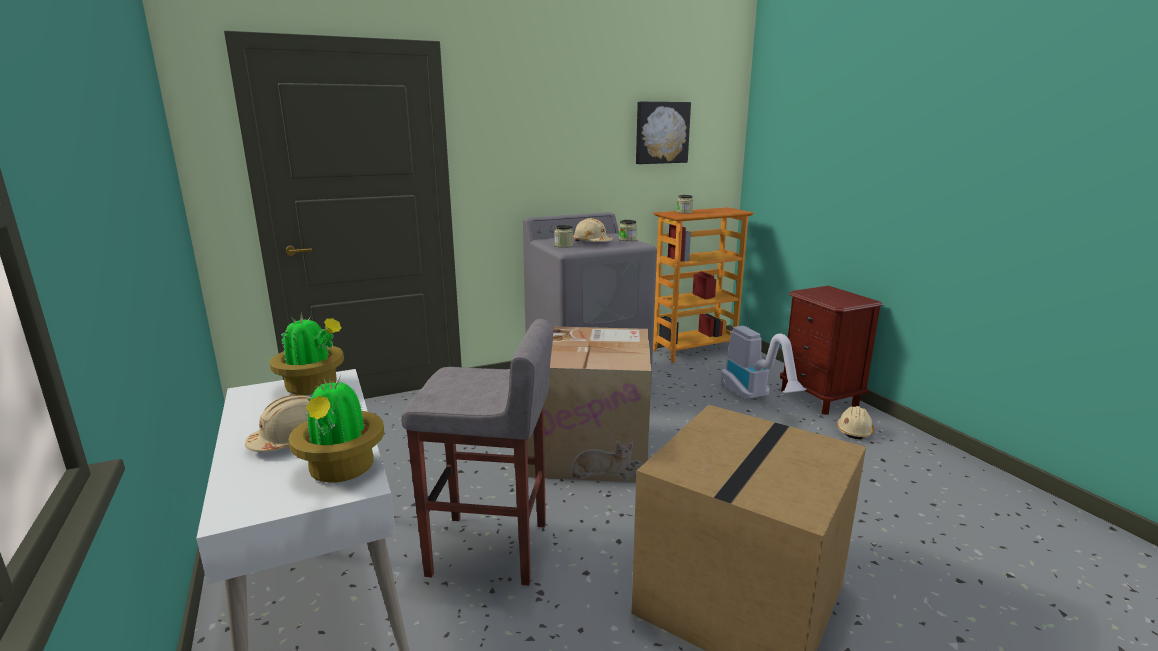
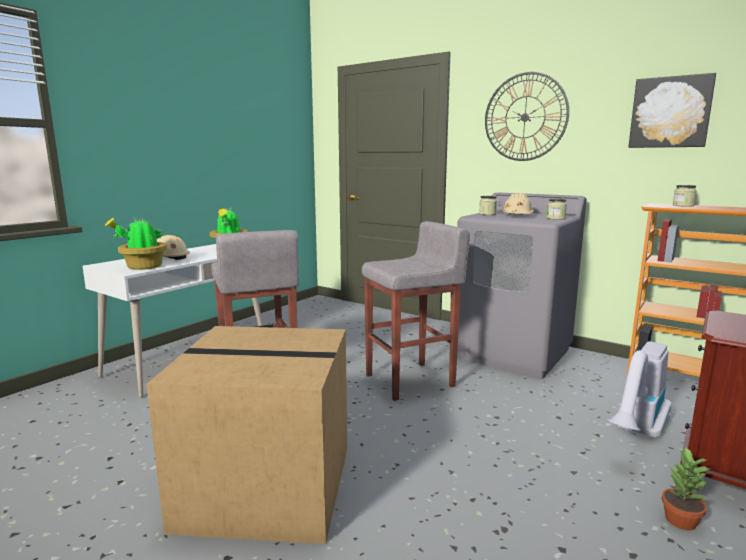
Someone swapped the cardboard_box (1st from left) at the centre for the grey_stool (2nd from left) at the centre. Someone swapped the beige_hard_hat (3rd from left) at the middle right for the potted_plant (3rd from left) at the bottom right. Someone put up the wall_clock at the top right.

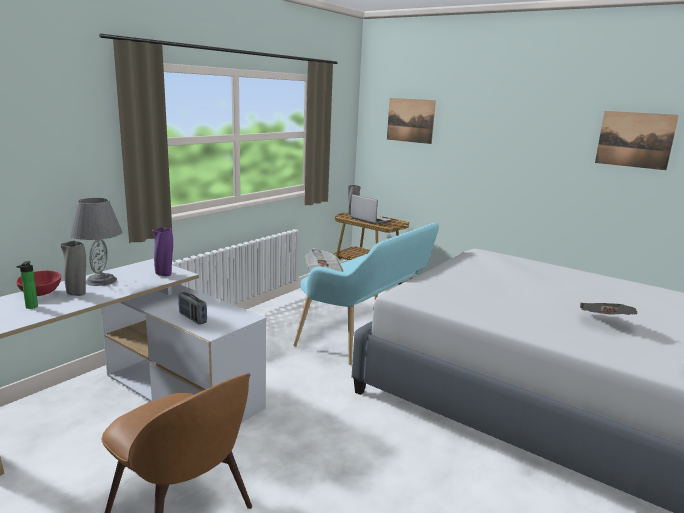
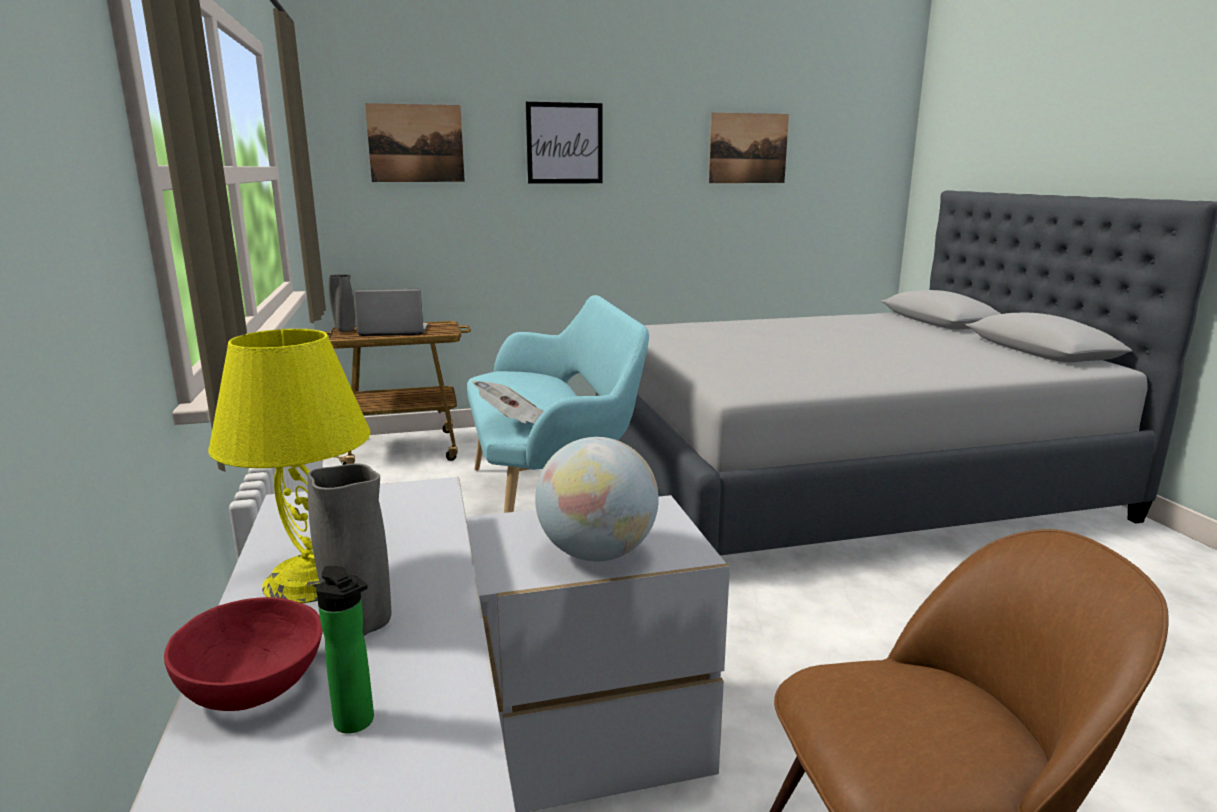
Someone repainted the grey_table_lamp at the middle left, which became the yellow_table_lamp at the middle left. Someone took away the purple_vase at the middle left. Someone swapped the radio at the middle left for the globe at the centre. Someone took away the newspaper (2nd from left) at the middle right. Someone put up the picture (2nd from left) at the top centre.

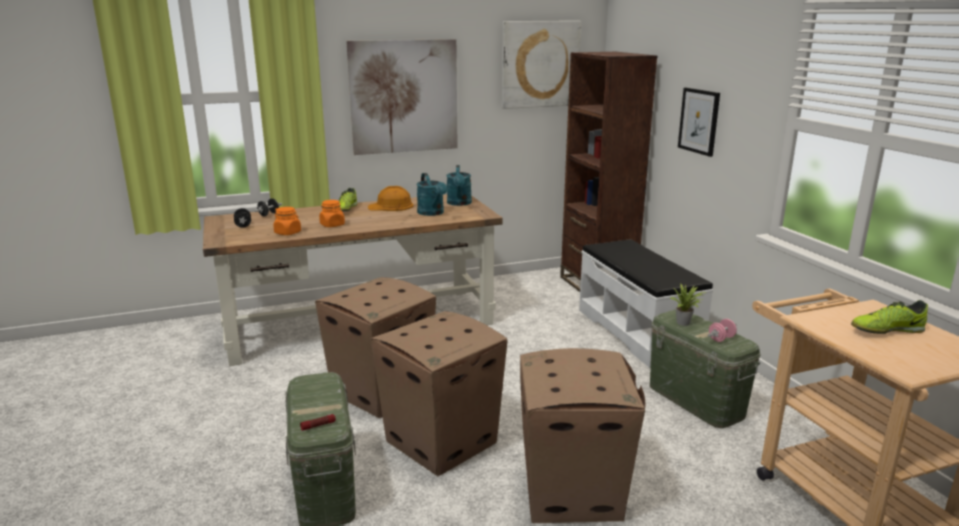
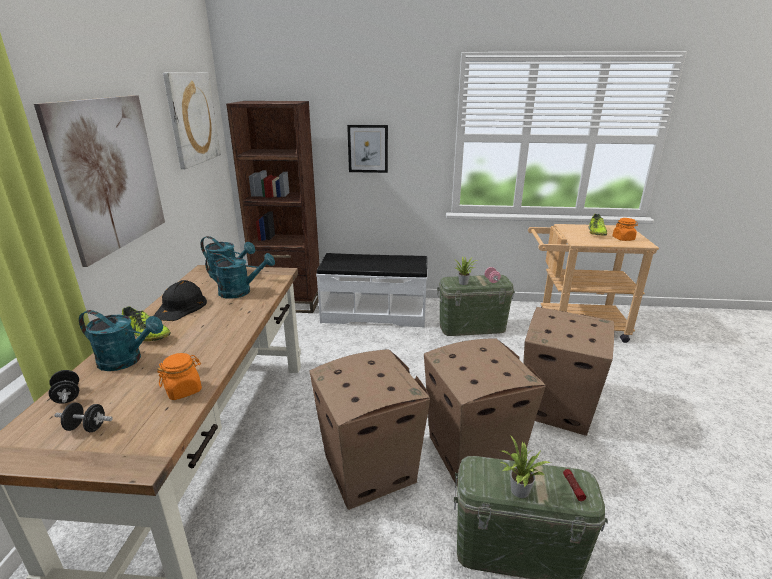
Someone carried the orange_jar (2nd from left) from the centre to the middle right. Someone repainted the orange_hard_hat at the centre, which became the black_hard_hat at the middle left. Someone put down the turquoise_watering_can (1st from left) at the middle left. Someone put down the potted_plant (2nd from left) at the bottom right.

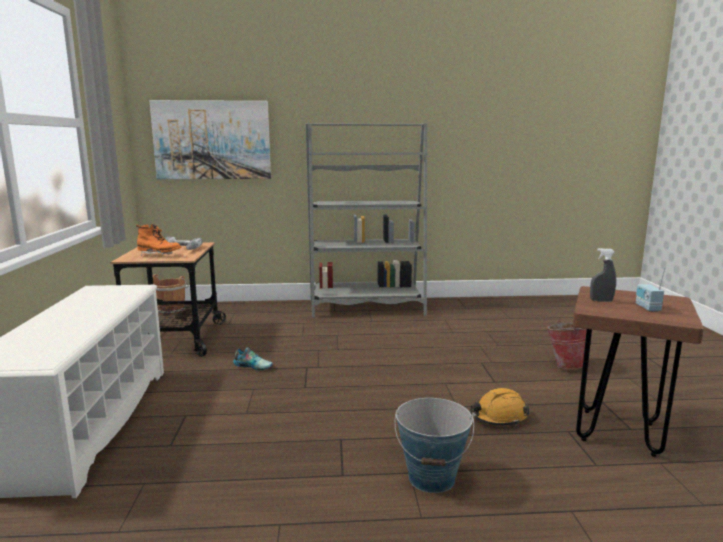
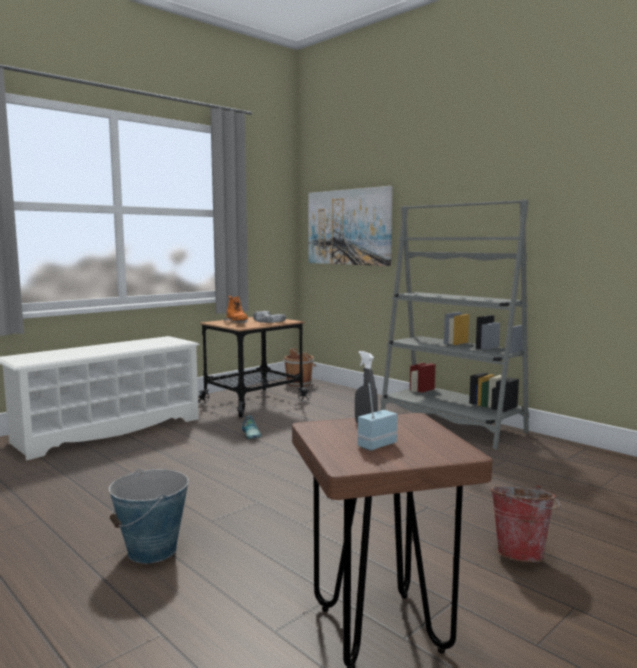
Someone took away the orange_hard_hat at the bottom right.

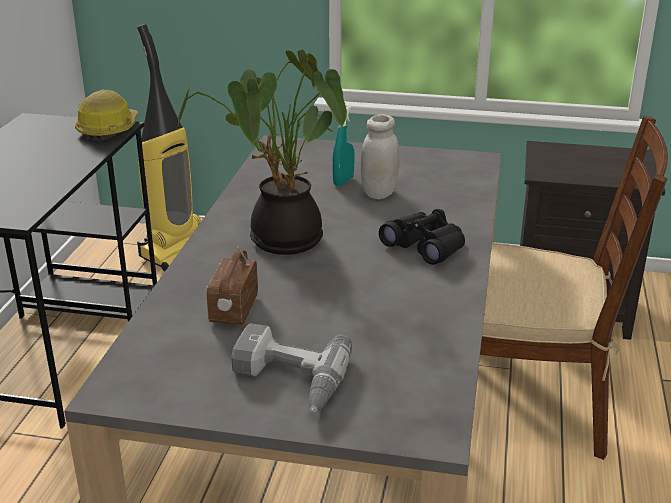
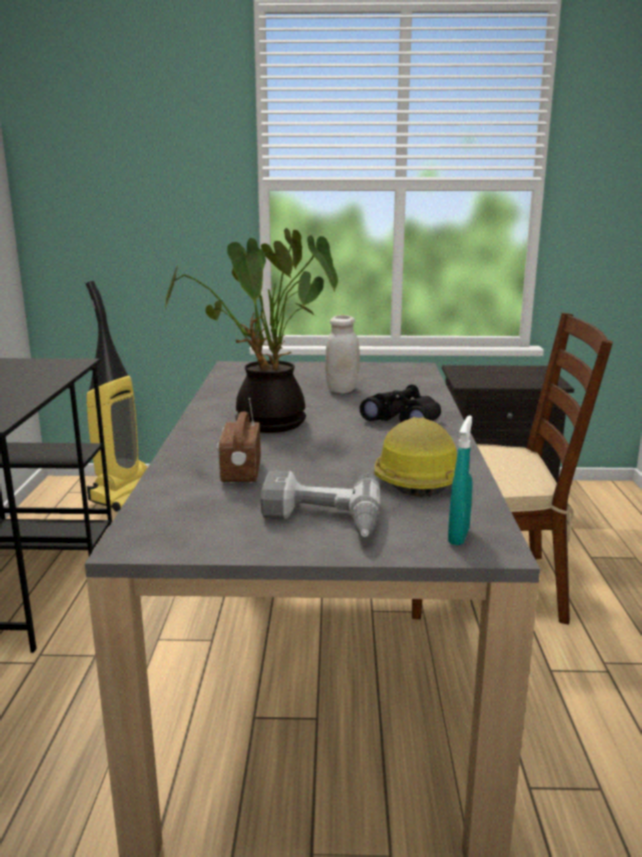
Someone carried the hard_hat from the top left to the centre. Someone carried the turquoise_spray_bottle from the top centre to the middle right.

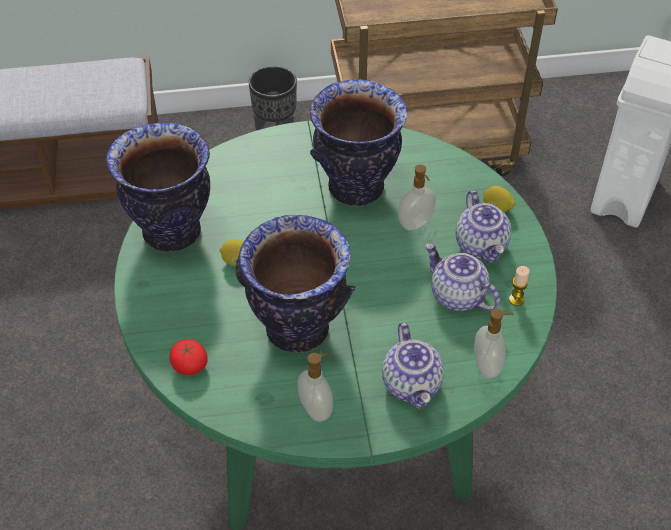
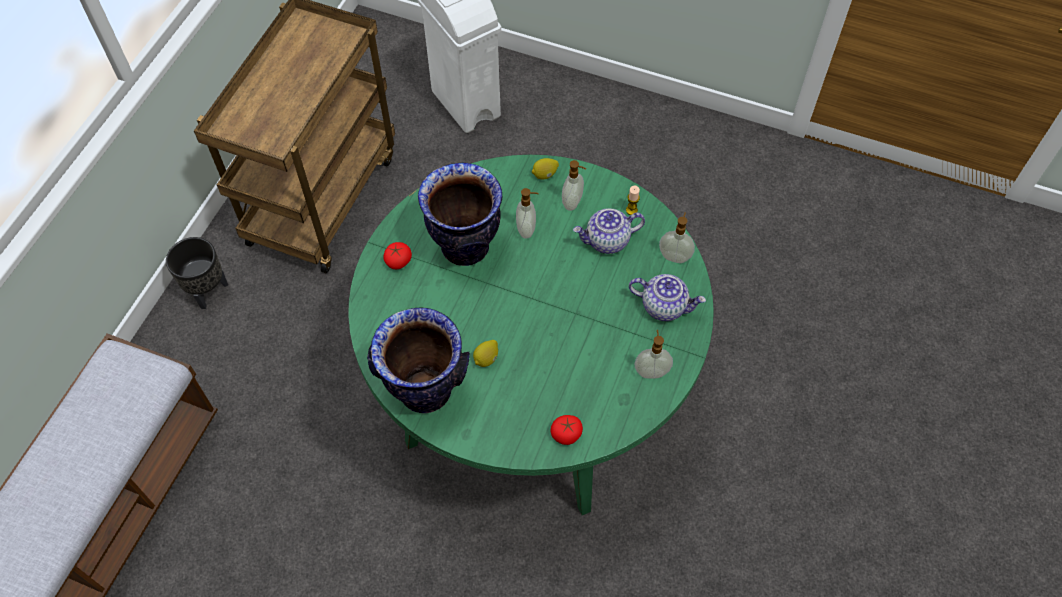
Someone took away the vase (2nd from left) at the centre. Someone swapped the teapot (3rd from left) at the middle right for the soap_dispenser (2nd from left) at the top centre. Someone put down the tomato (1st from left) at the centre.

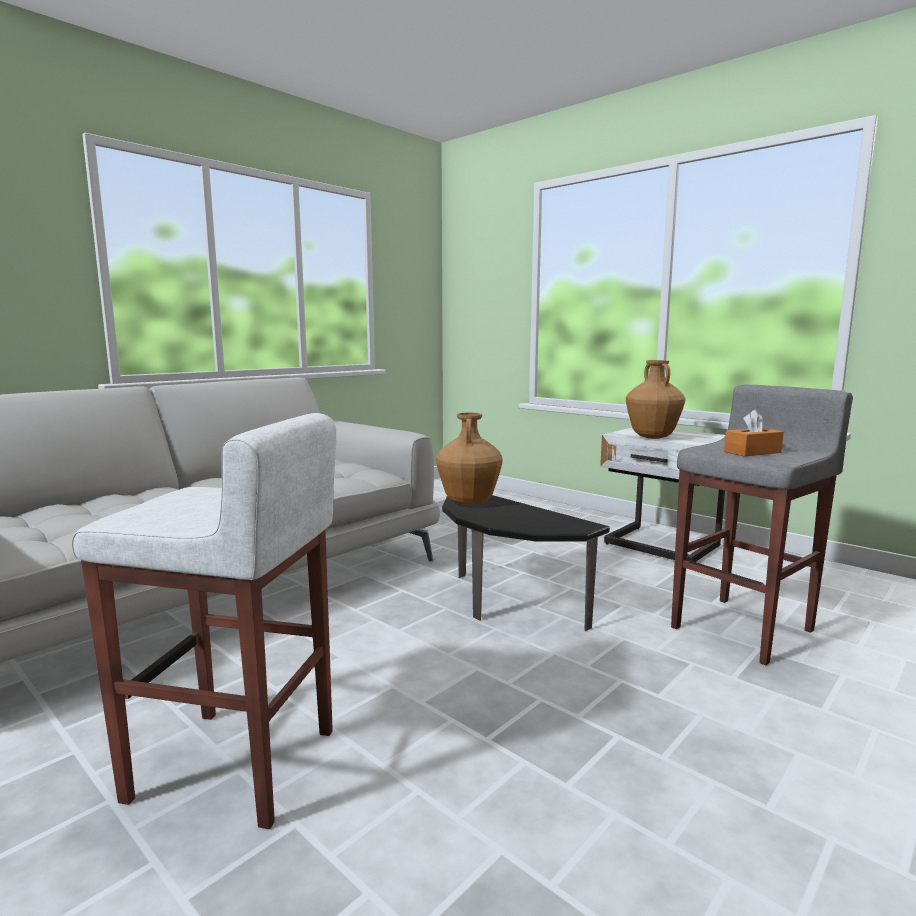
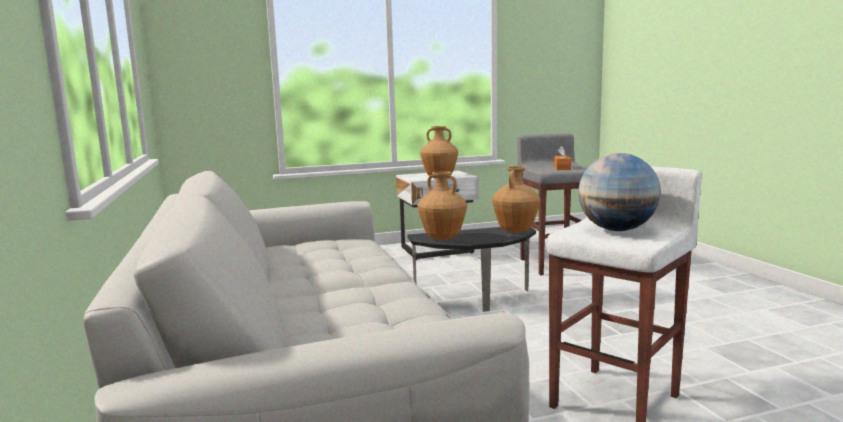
Someone put down the brown_vase (3rd from left) at the centre. Someone put down the globe at the middle right.

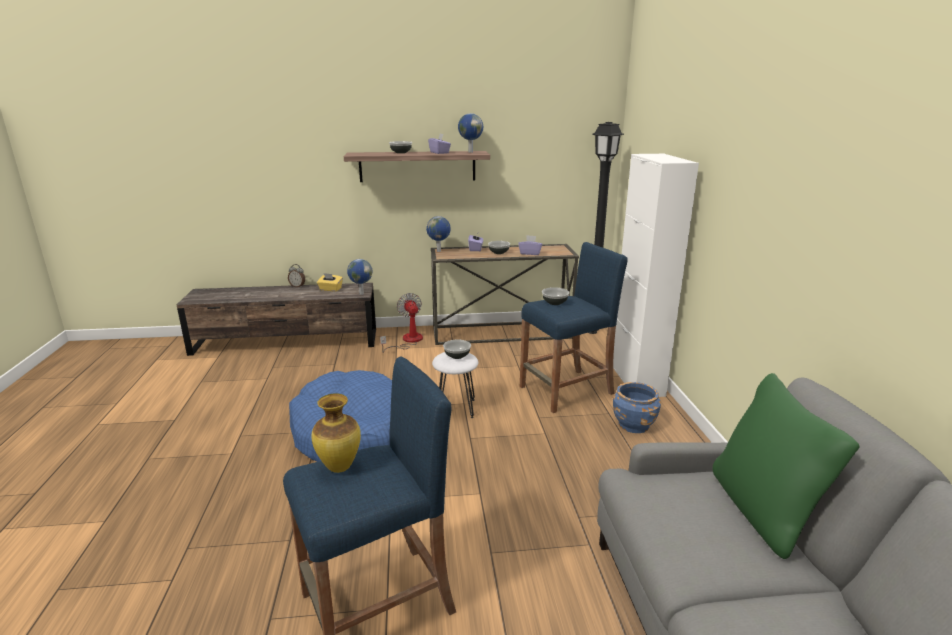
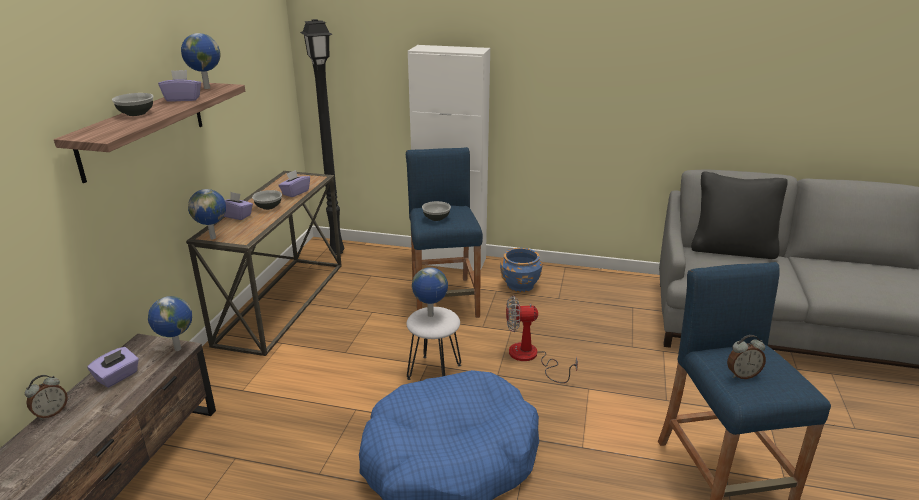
Someone swapped the vase at the bottom centre for the alarm_clock (2nd from left) at the bottom right. Someone repainted the yellow_tissue_box at the centre, which became the purple_tissue_box (1st from left) at the bottom left. Someone carried the fan from the centre to the bottom centre. Someone swapped the bowl (2nd from left) at the centre for the globe (4th from left) at the centre. Someone repainted the green_pillow at the bottom right, which became the black_pillow at the middle right.

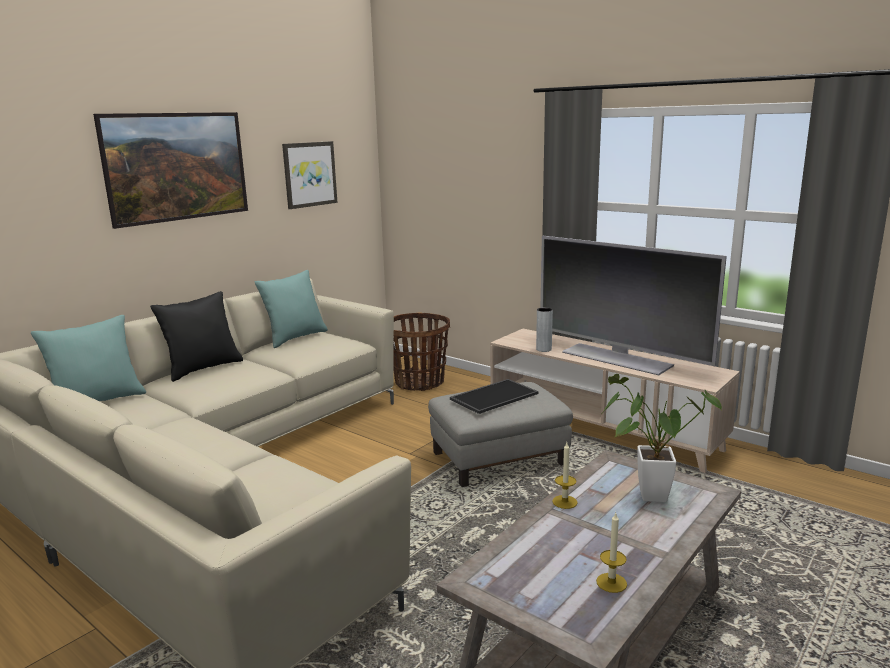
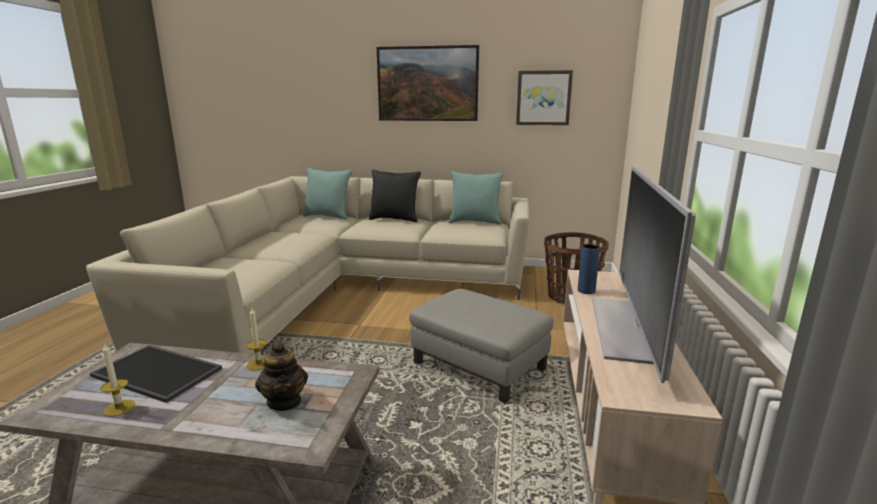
Someone carried the tray from the centre to the bottom left. Someone repainted the grey_vase at the centre, which became the blue_vase at the middle right. Someone swapped the potted_plant at the middle right for the teapot at the bottom left.

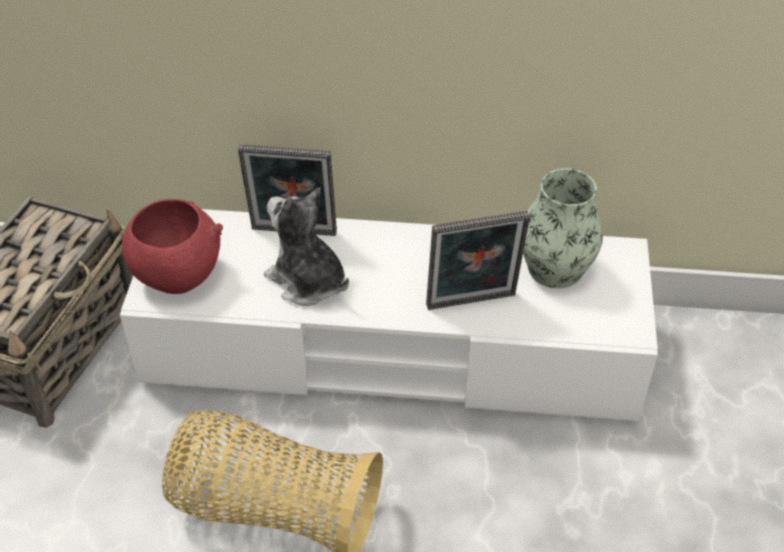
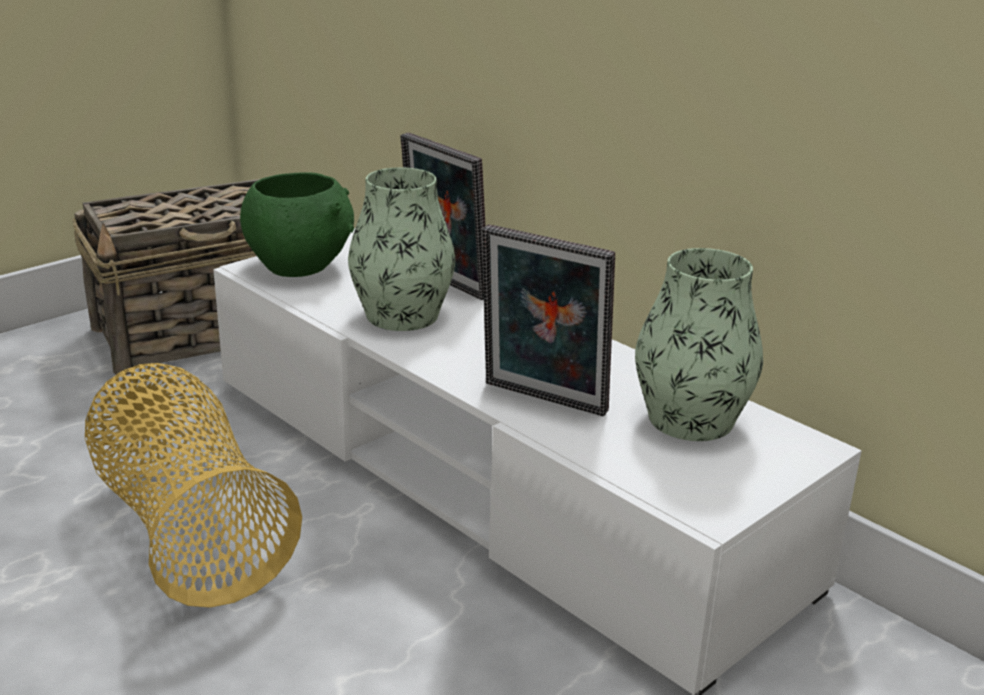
Someone repainted the red_bowl at the middle left, which became the green_bowl at the top left. Someone swapped the plush_toy at the centre for the vase (1st from left) at the centre.

